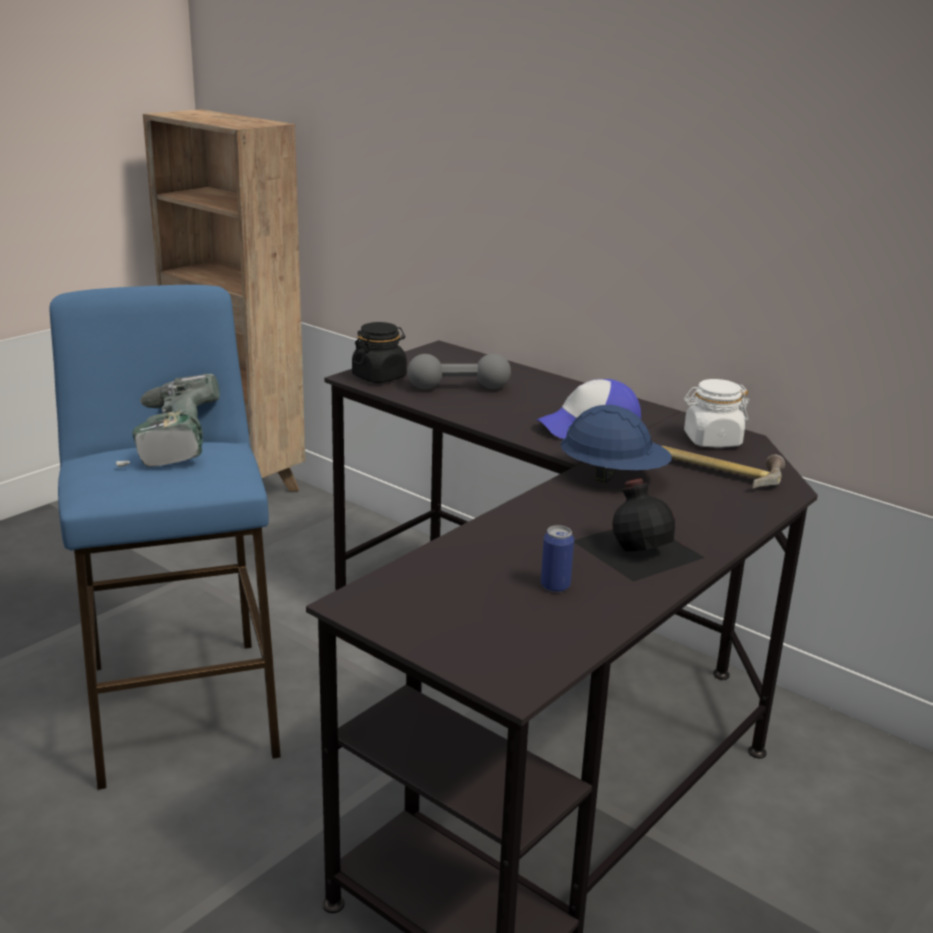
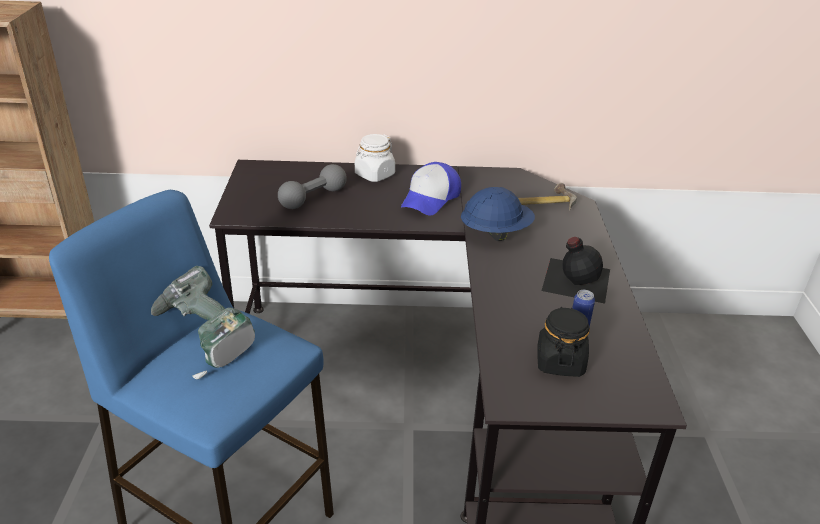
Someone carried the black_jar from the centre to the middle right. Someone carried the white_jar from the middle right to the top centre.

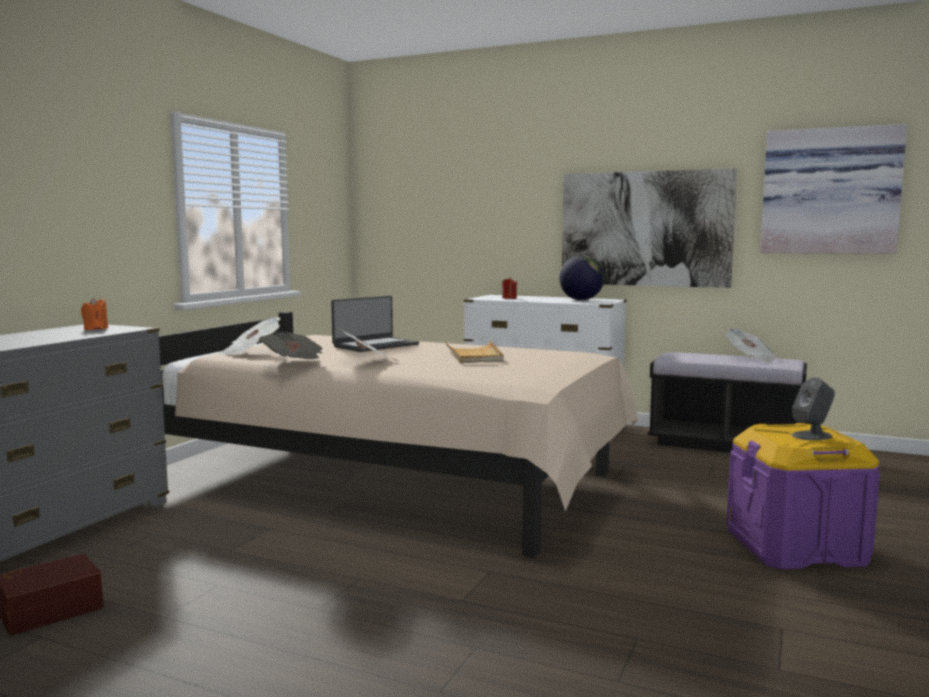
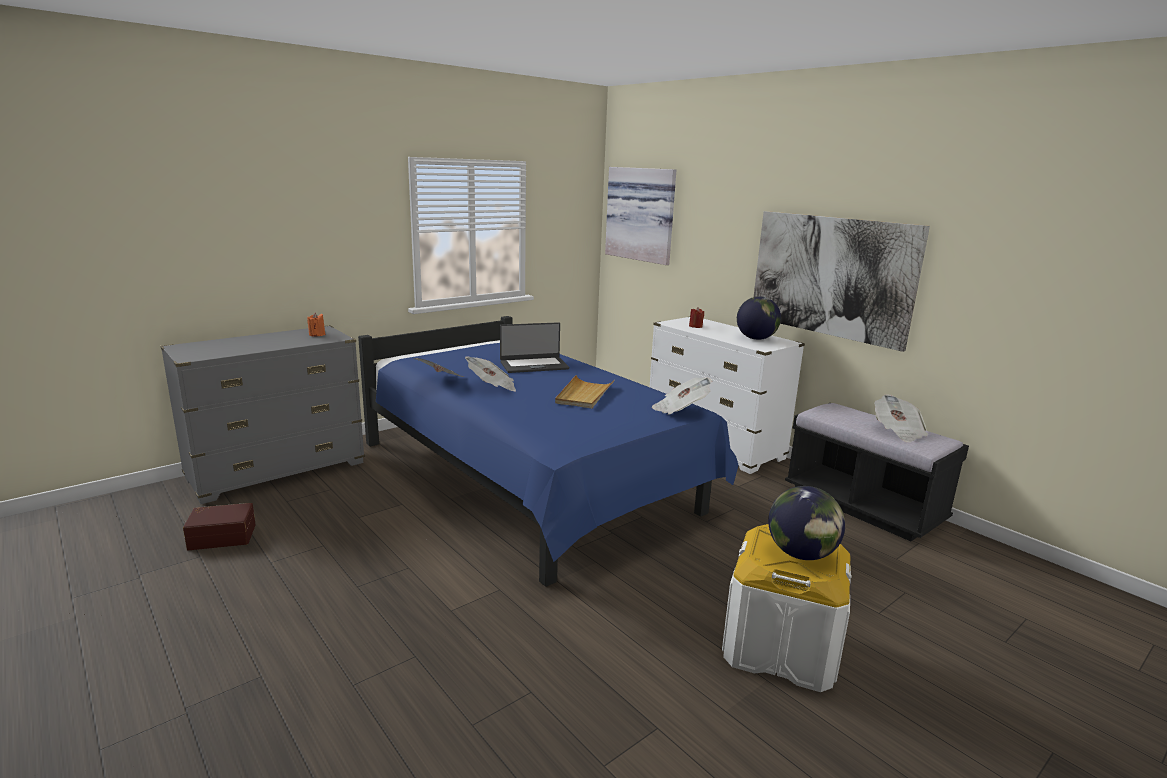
Someone repainted the beige_bed at the centre, which became the blue_bed at the centre. Someone carried the newspaper (1st from left in the first image) from the middle left to the centre. Someone repainted the purple_storage_box at the bottom right, which became the white_storage_box at the bottom right. Someone carried the picture (2nd from left in the first image) from the top right to the top centre. Someone swapped the grey_speaker at the middle right for the globe (2nd from left) at the bottom right.

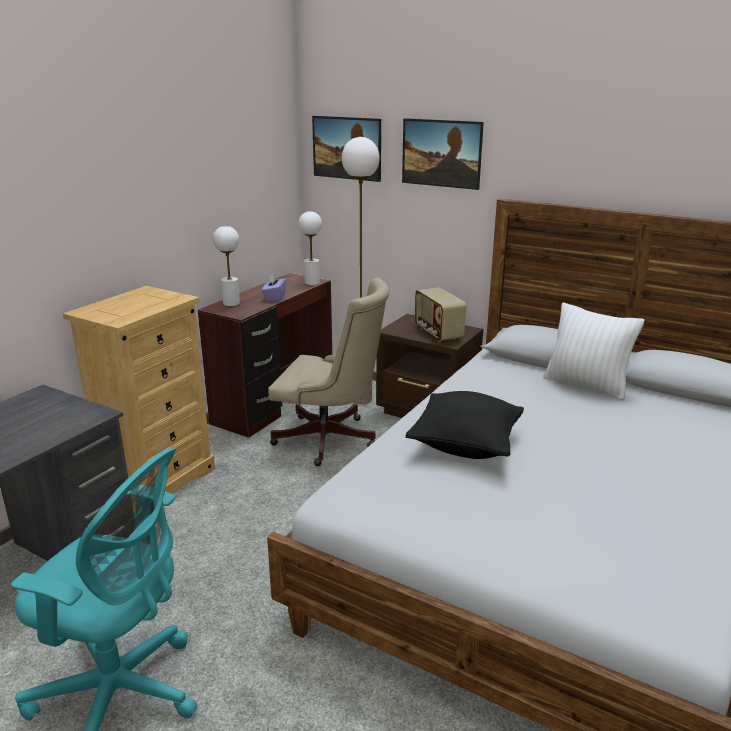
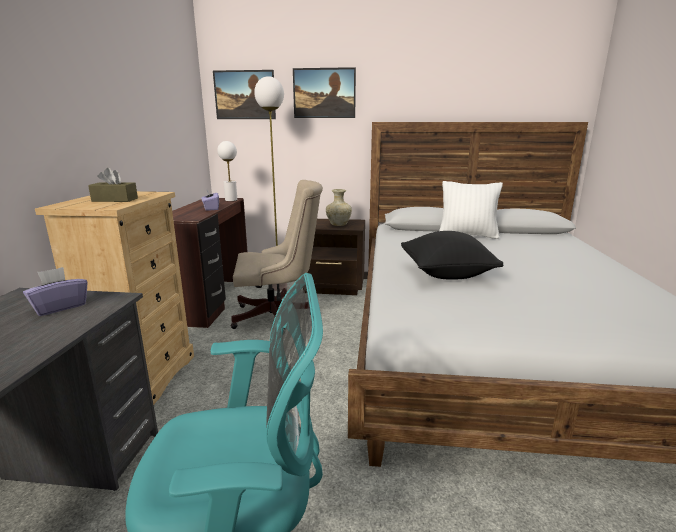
Someone took away the white_table_lamp (1st from left) at the middle left. Someone swapped the radio at the centre for the beige_vase at the centre. Someone put down the purple_tissue_box (1st from left) at the middle left. Someone put down the brown_tissue_box at the middle left.

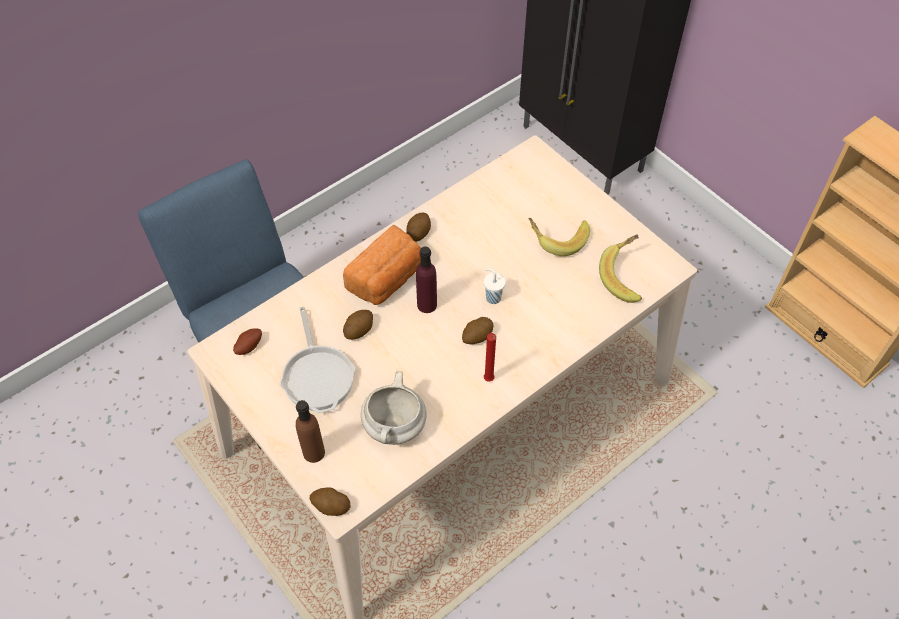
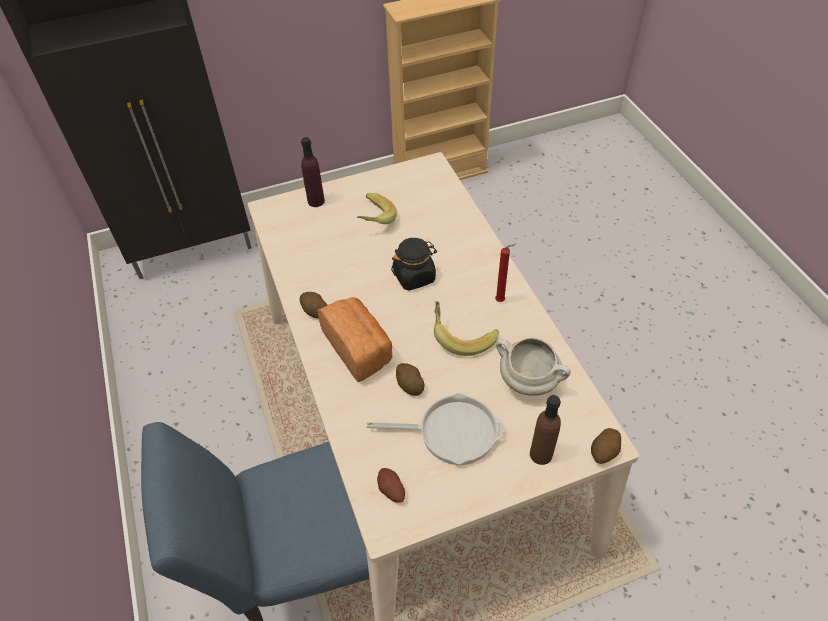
Someone carried the purple_bottle from the centre to the top centre. Someone took away the potato (5th from left) at the centre. Someone swapped the white_cup at the centre for the black_jar at the centre. Someone carried the banana (2nd from left) from the middle right to the centre.

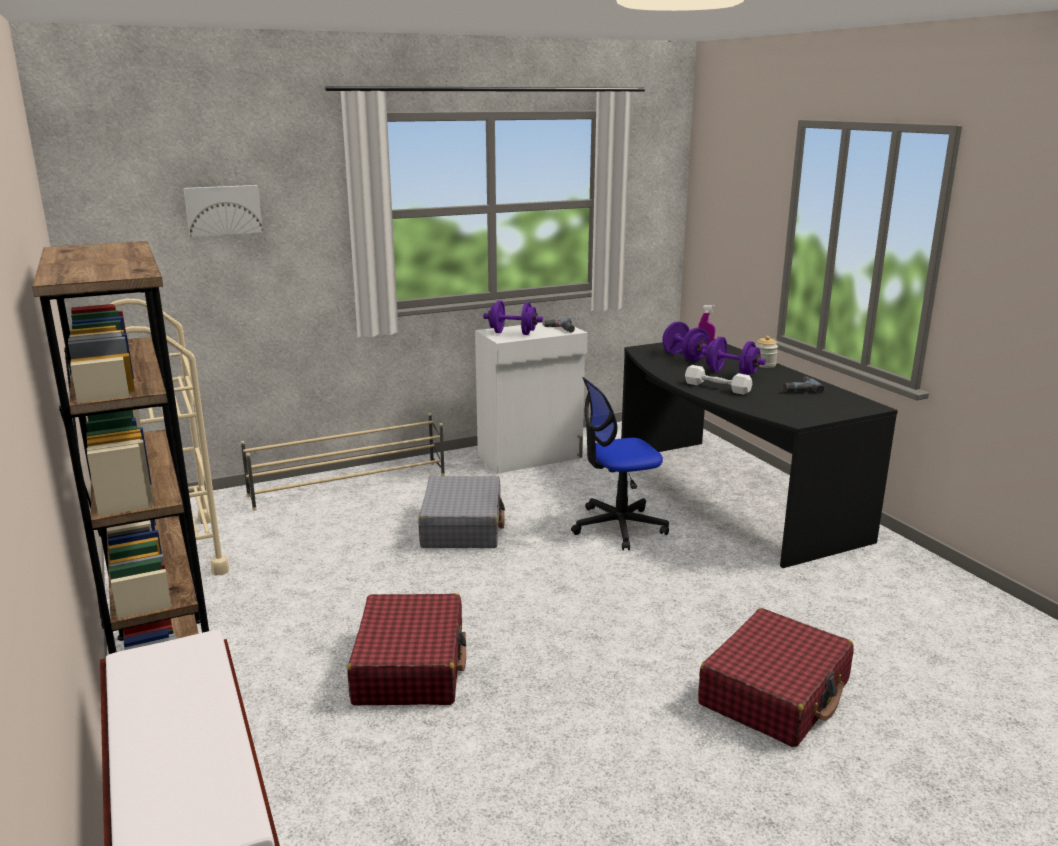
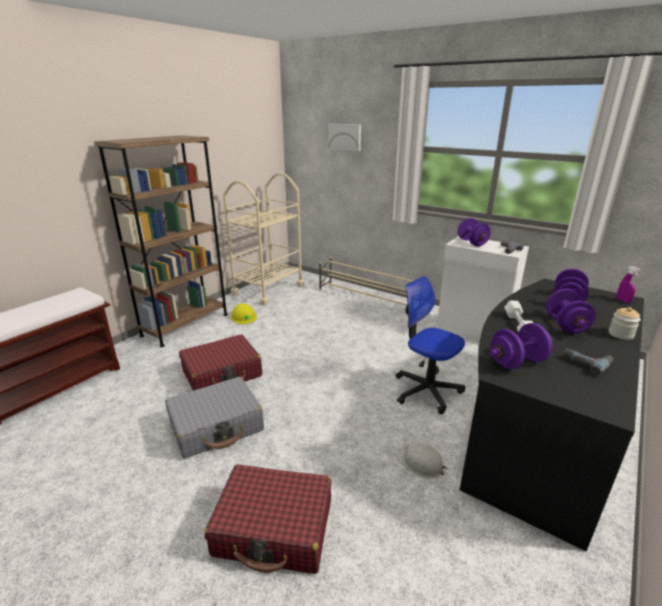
Someone carried the grey_suitcase from the centre to the bottom left. Someone put down the yellow_hard_hat at the centre. Someone put down the white_hard_hat at the bottom centre. Someone put down the purple_dumbbell (2nd from left) at the middle right.

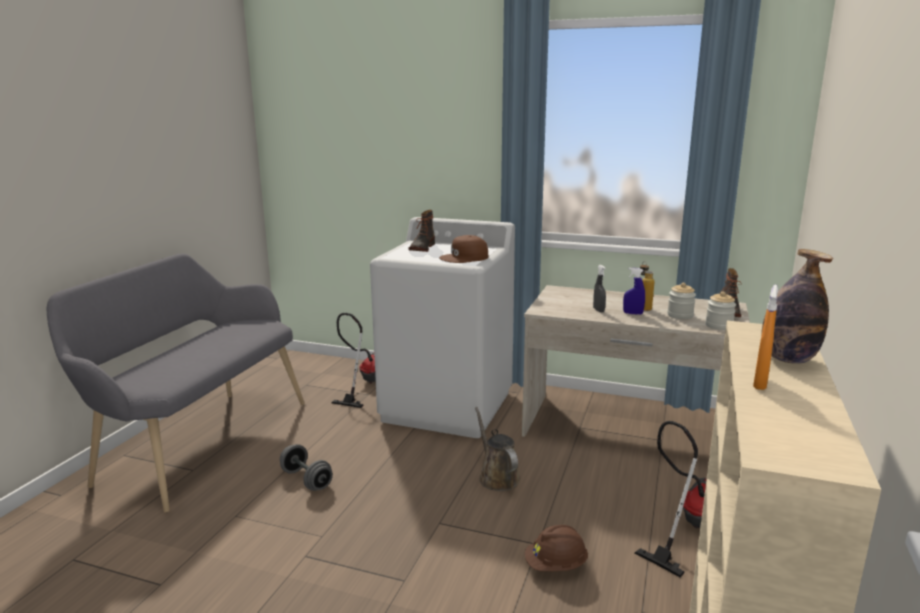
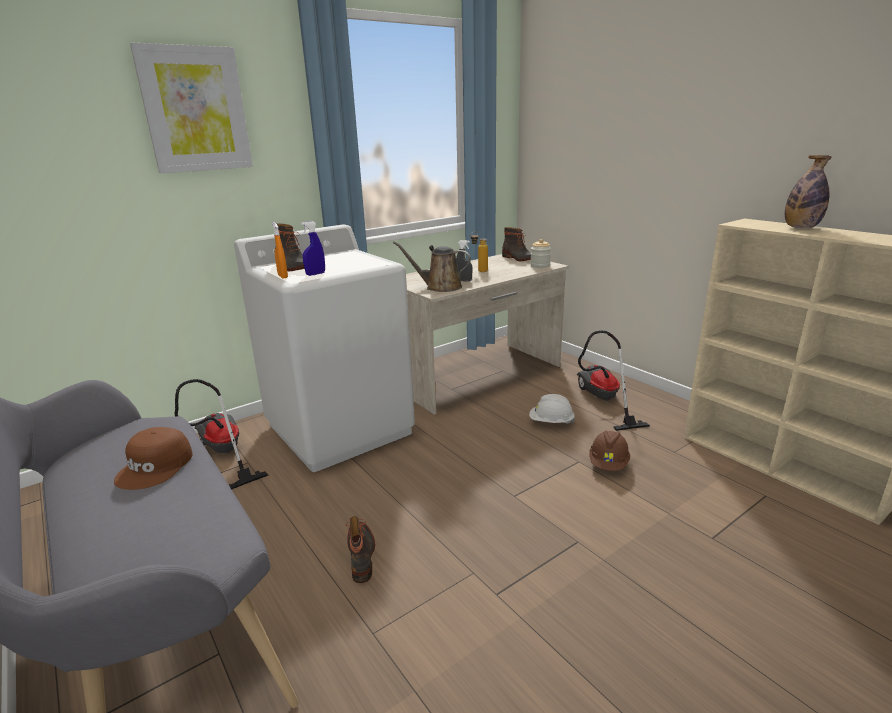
Someone swapped the grey_dumbbell at the bottom left for the boot (2nd from left) at the bottom centre. Someone carried the brown_cap from the centre to the middle left. Someone carried the brown_watering_can from the bottom centre to the centre. Someone carried the blue_spray_bottle from the middle right to the centre. Someone took away the jar (1st from left) at the middle right. Someone carried the orange_spray_bottle from the middle right to the middle left. Someone put up the picture at the top left. Someone put down the white_hard_hat at the centre.

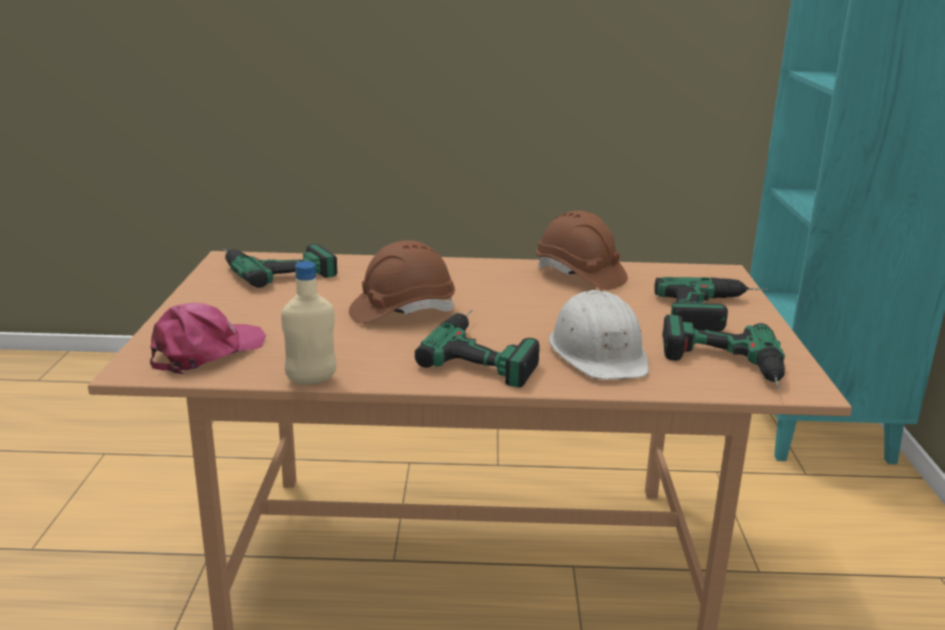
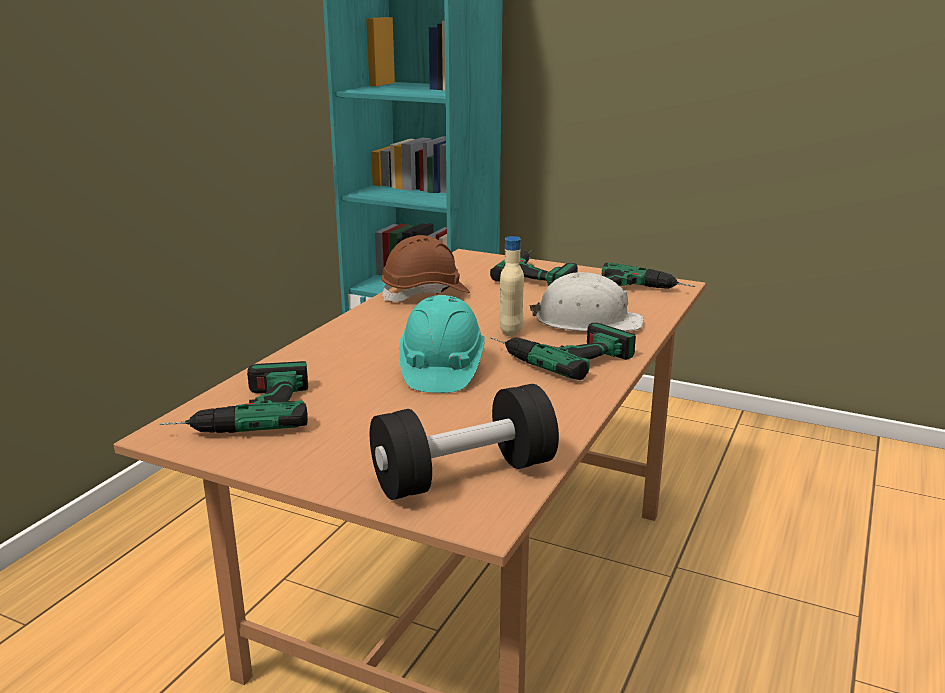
Someone swapped the pink_cap at the middle left for the black_dumbbell at the centre. Someone carried the beige_bottle from the middle left to the centre. Someone repainted the brown_hard_hat (1st from left) at the centre, which became the turquoise_hard_hat at the centre.

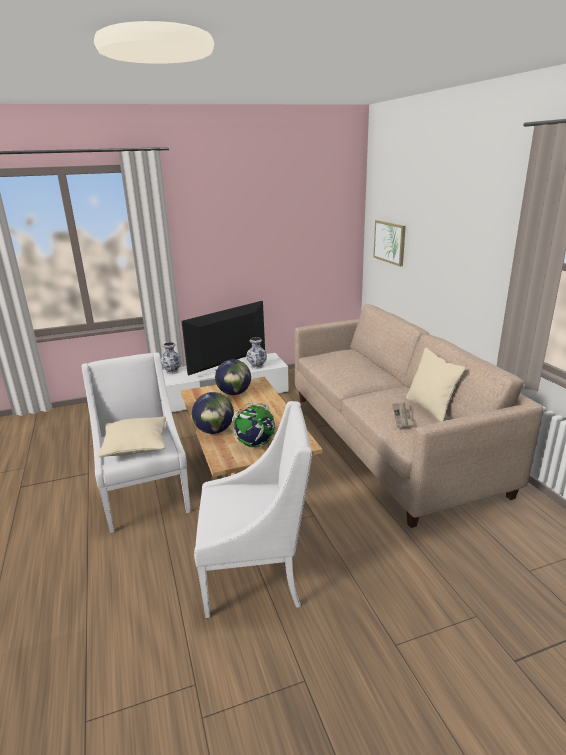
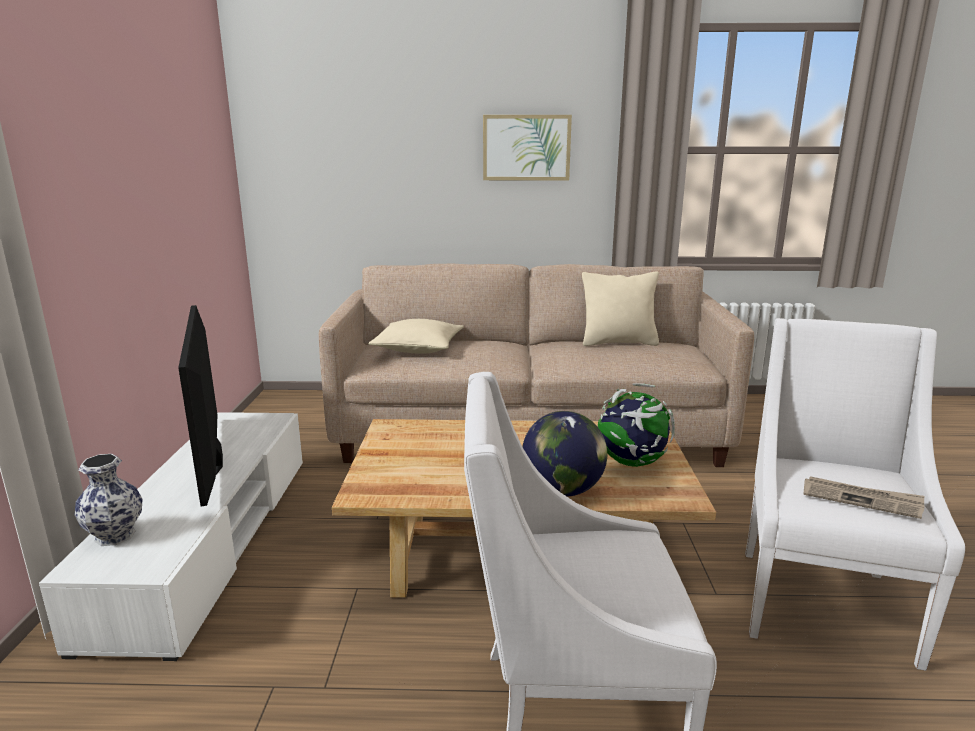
Someone carried the beige_pillow (1st from left) from the middle left to the centre. Someone took away the globe (2nd from left) at the centre. Someone took away the vase (2nd from left) at the centre. Someone carried the picture from the top right to the top centre. Someone carried the newspaper from the middle right to the bottom right.

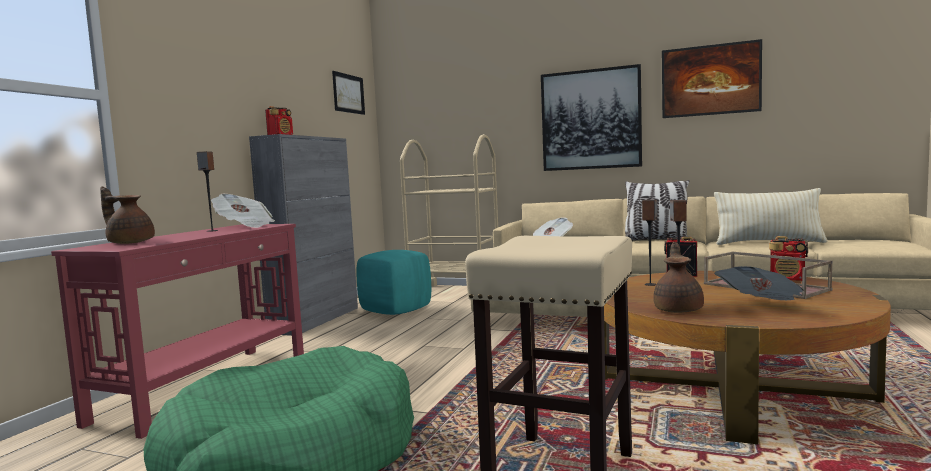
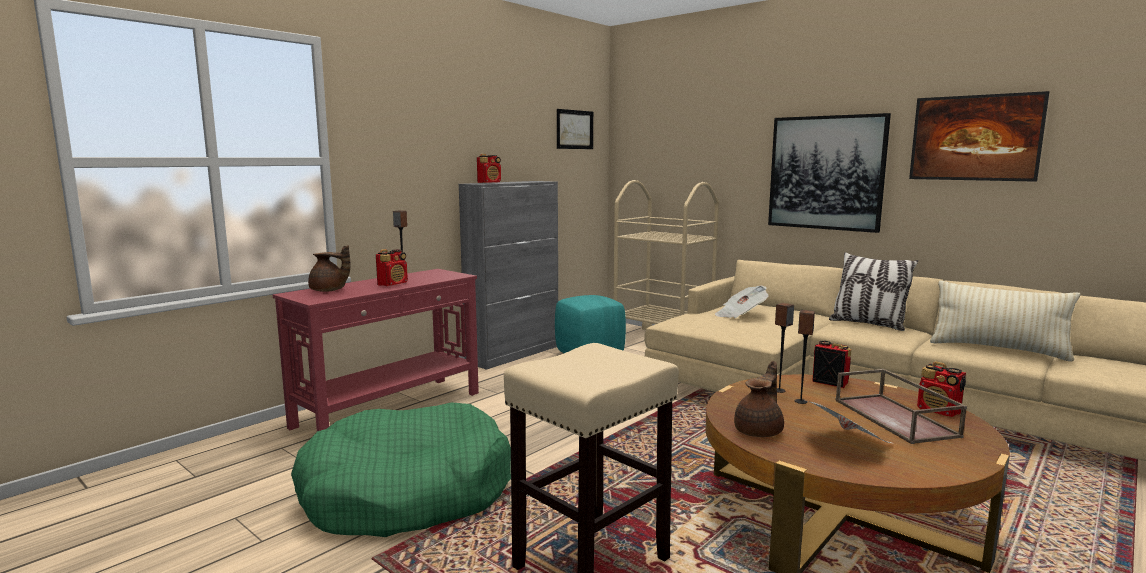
Someone rotated the brown_teapot (1st from left) at the middle left by 150 degrees clockwise. Someone took away the newspaper (1st from left) at the middle left. Someone put down the radio (1st from left) at the centre.

